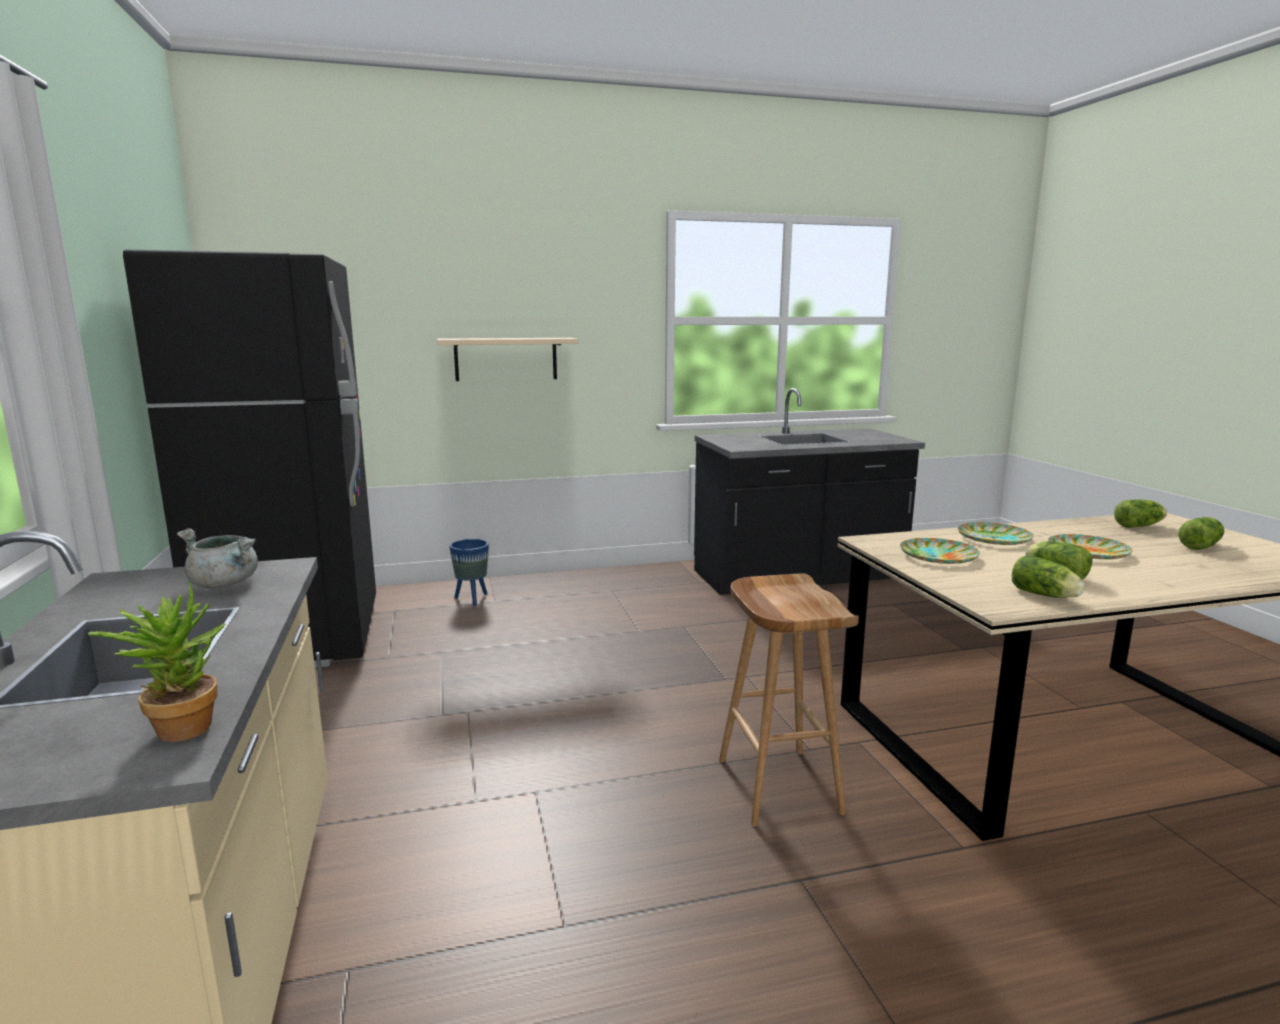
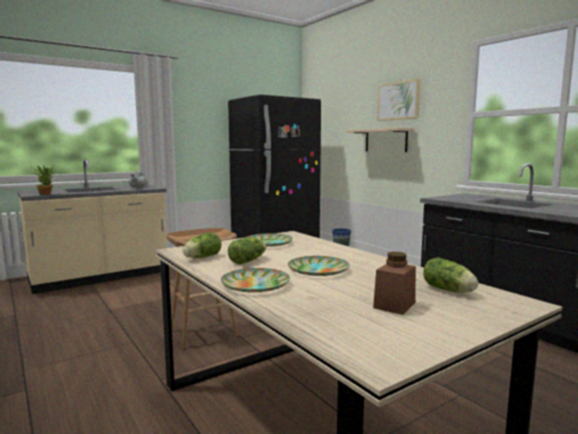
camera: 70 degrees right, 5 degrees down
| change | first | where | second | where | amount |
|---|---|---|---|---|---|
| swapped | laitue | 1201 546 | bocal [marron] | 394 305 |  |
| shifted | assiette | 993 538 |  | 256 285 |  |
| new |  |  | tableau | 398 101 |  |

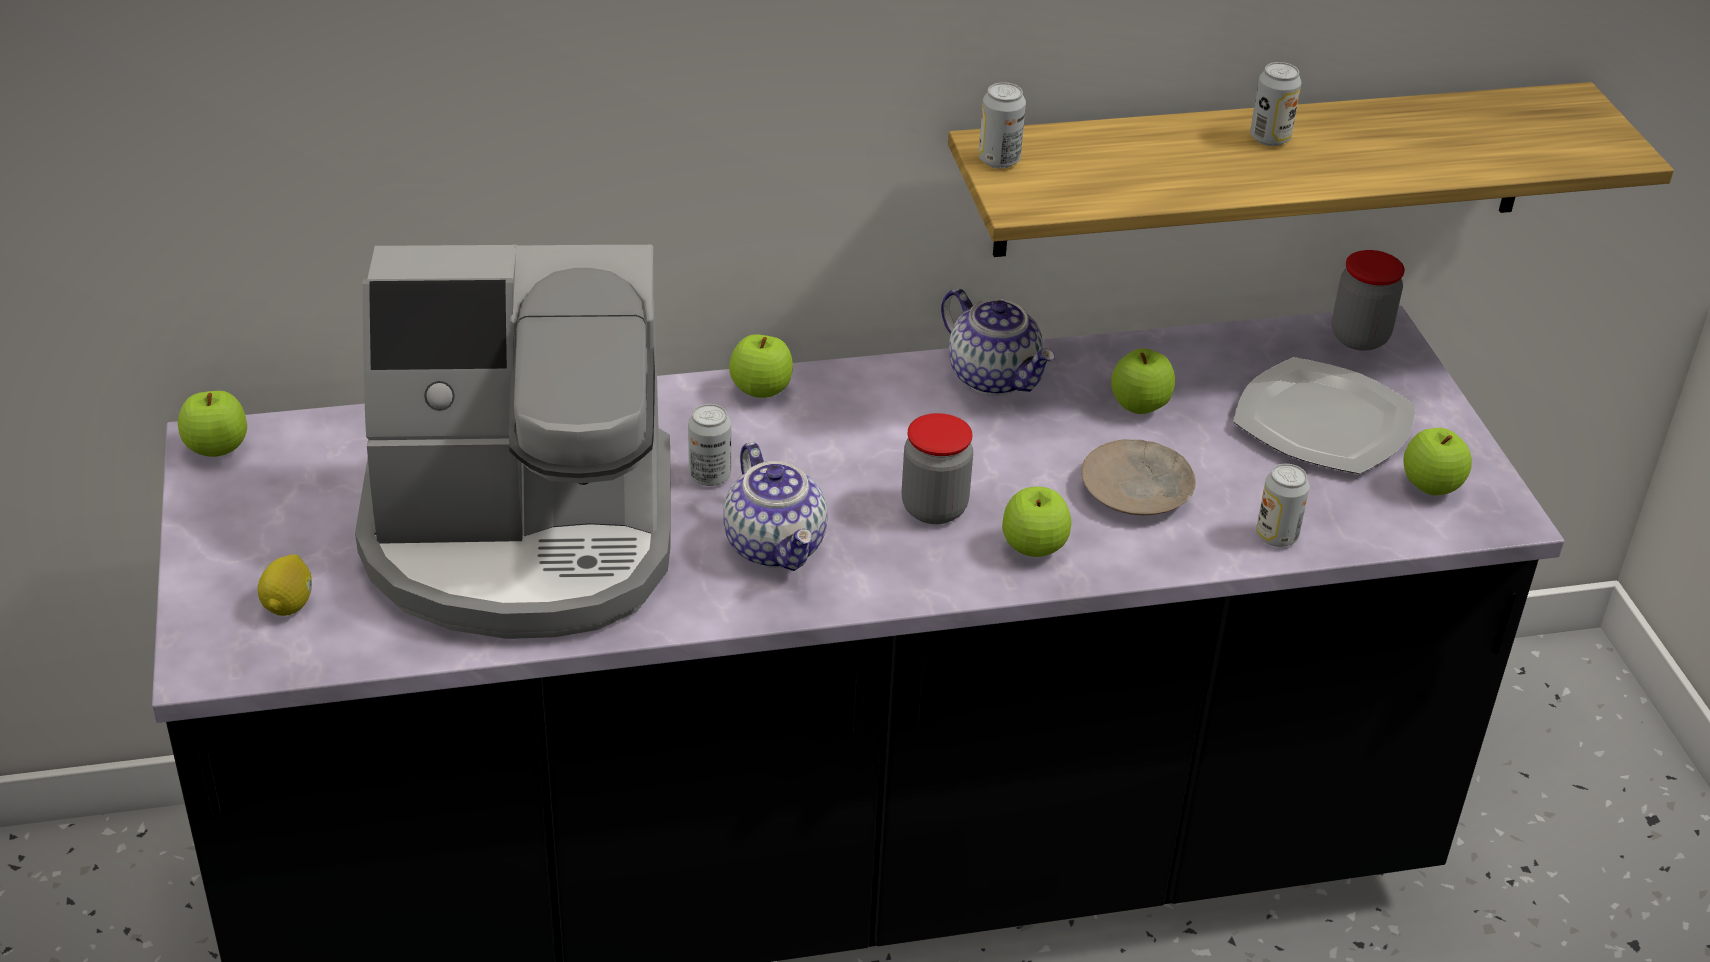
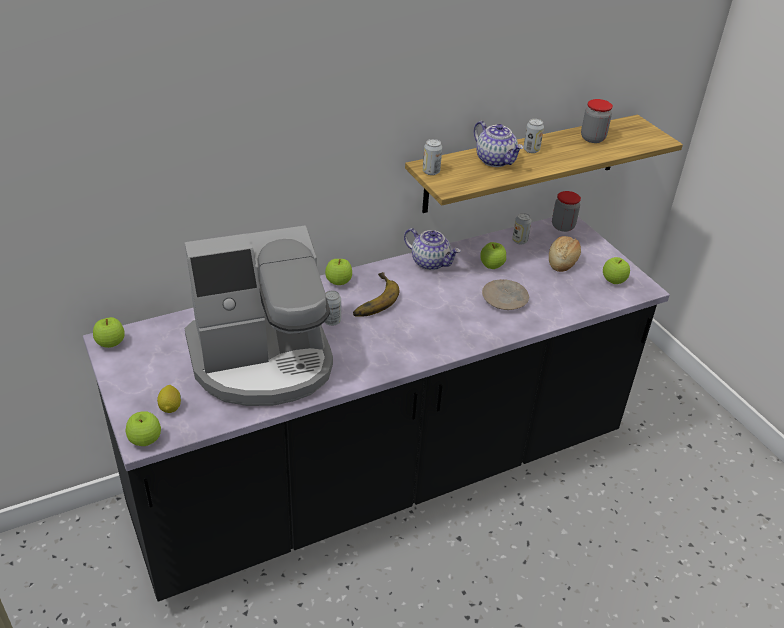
camera: 15 degrees left, 0 degrees up
| change | first | where | second | where | amount |
|---|---|---|---|---|---|
| swapped | assiette | 1322 421 | pain | 563 261 |  |
| shifted | bocal | 934 508 |  | 592 138 |  |
| shifted | théière | 776 546 |  | 495 160 |  |
| shifted | boîte métallique | 1276 536 |  | 519 241 |  |
| shifted | pomme | 1034 548 |  | 145 440 |  |
| new |  |  | banane | 371 299 |  |

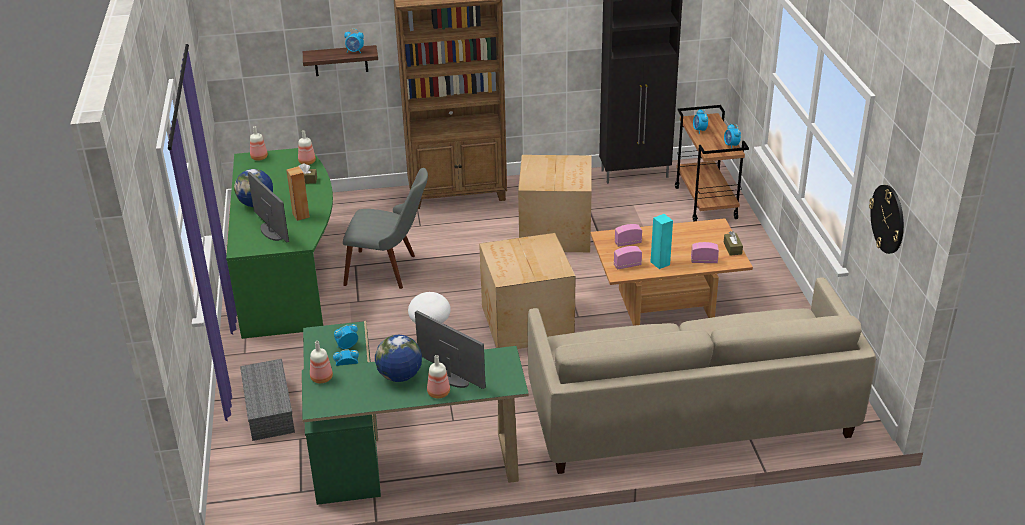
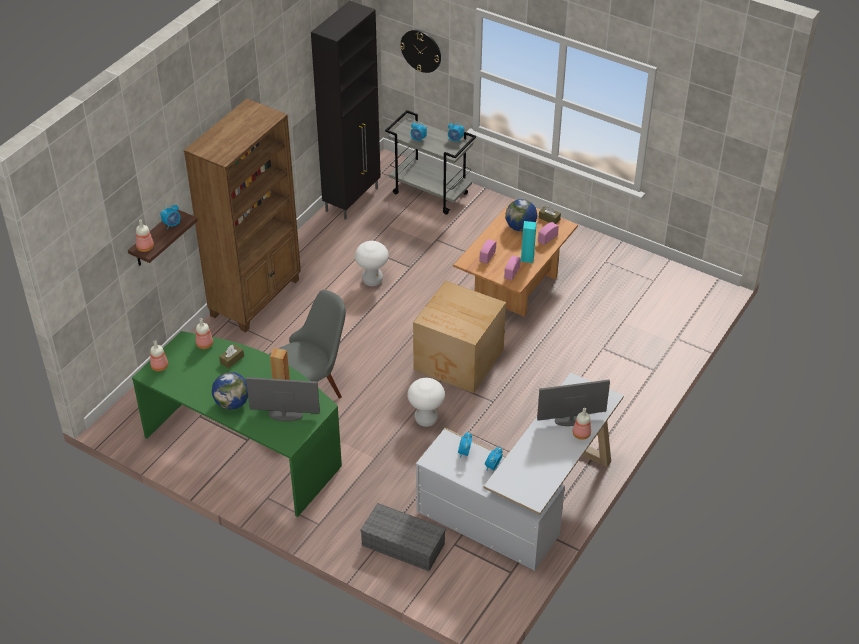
camera: 50 degrees left, 10 degrees up
| change | first | where | second | where | amount |
|---|---|---|---|---|---|
| repainted | chariot [marron] | 706 203 | chariot [gris] | 431 193 |  |
| swapped | carton | 556 232 | tabouret [blanc] | 372 280 |  |
| shifted | horloge murale | 888 219 |  | 421 50 |  |
| gone | canapé [beige] | 689 414 |  |  |  |
| repainted | bureau [vert] | 397 454 | bureau [blanc] | 524 503 |  |
| shifted | globe | 400 376 |  | 520 227 |  |
| shifted | bouteille | 321 378 |  | 145 248 |  |

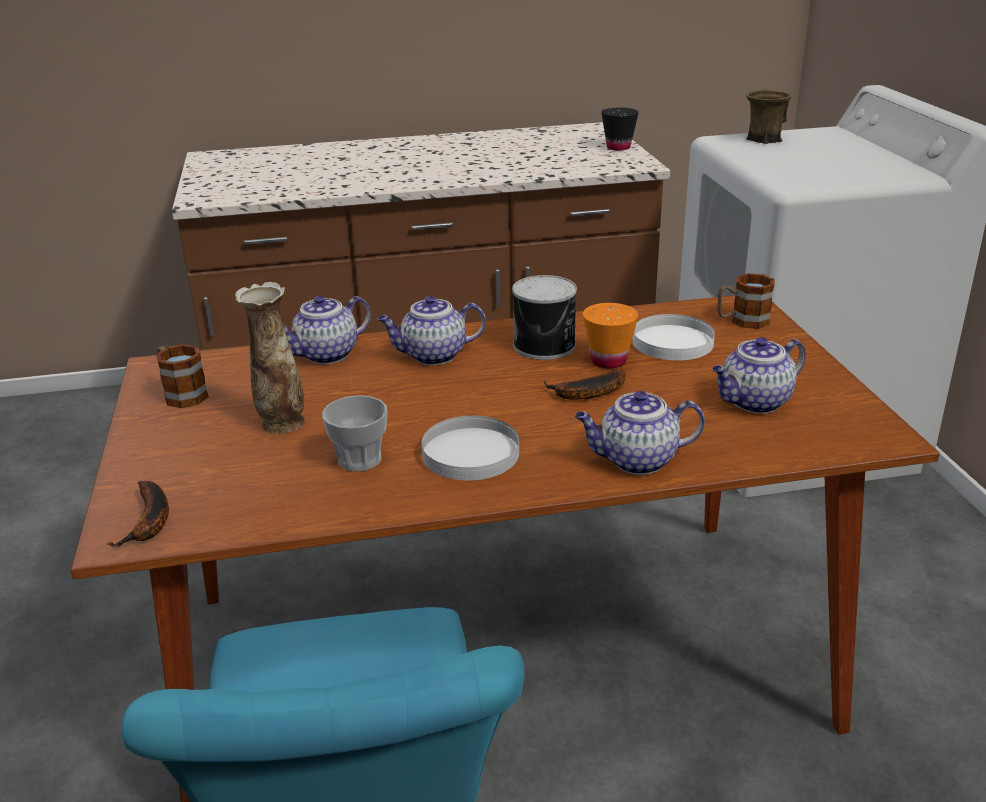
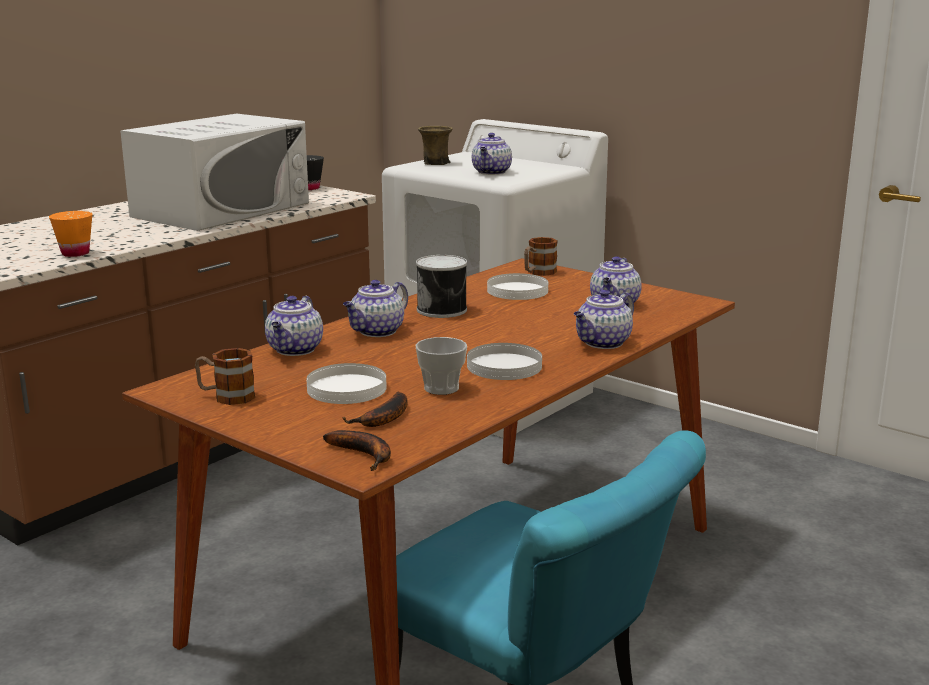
camera: 40 degrees left, 10 degrees down
| change | first | where | second | where | amount |
|---|---|---|---|---|---|
| swapped | vase | 281 423 | assiette [blanc] | 346 388 |  |
| shifted | tasse [orange] | 608 361 |  | 75 253 |  |
| shifted | banane | 586 393 |  | 383 419 |  |
| new |  |  | micro-ondes [blanc] | 222 210 |  |
| new |  |  | théière | 491 172 |  |

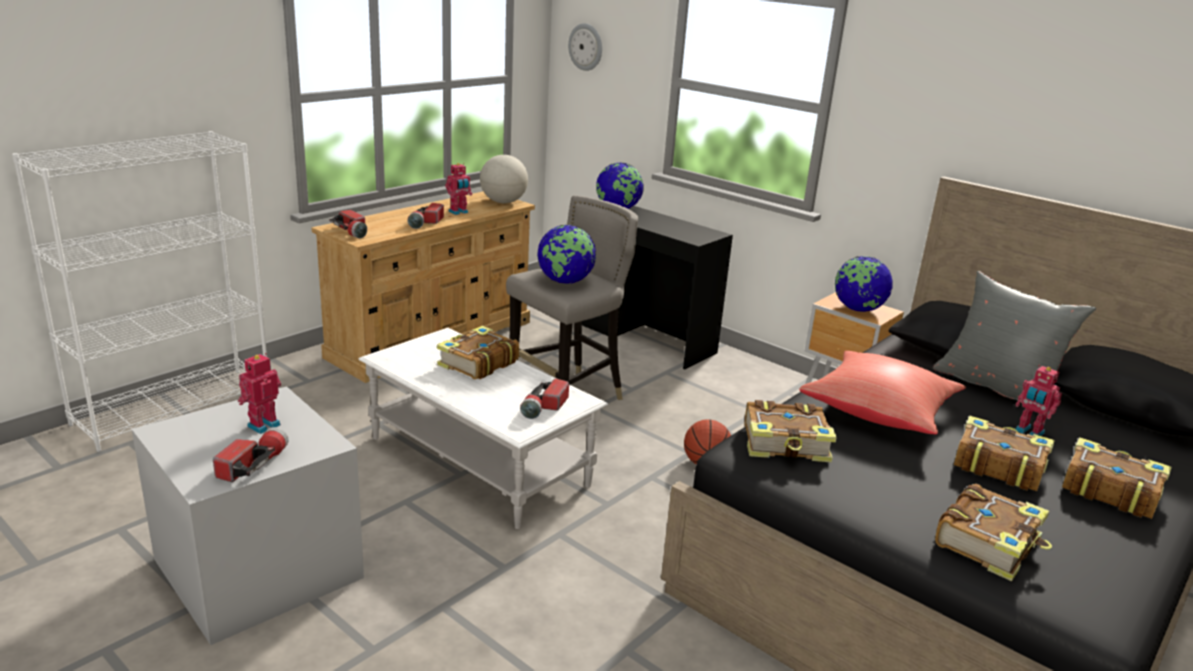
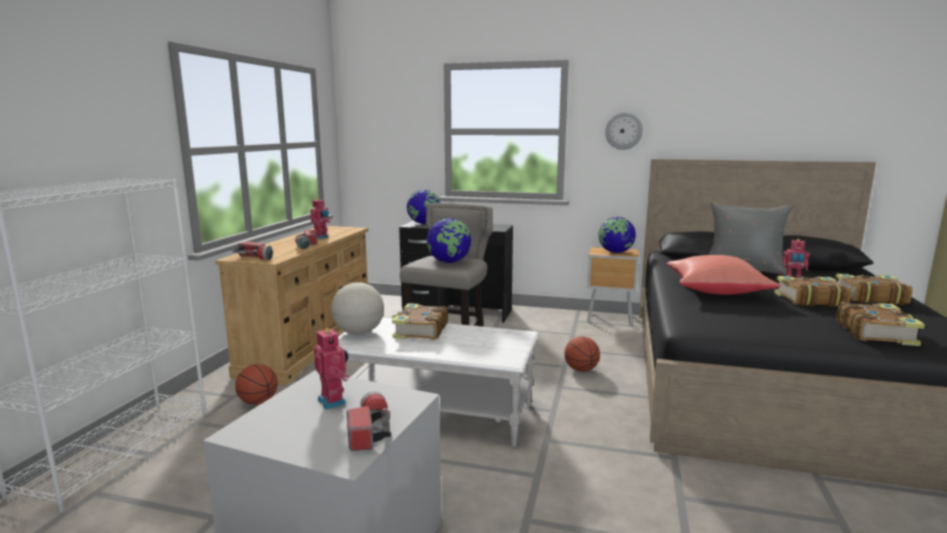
camera: 25 degrees left, 10 degrees down
| change | first | where | second | where | amount |
|---|---|---|---|---|---|
| shifted | horloge murale | 586 47 |  | 623 131 |  |
| shifted | globe | 503 202 |  | 359 332 |  |
| rotated | robot jouet | 262 425 |  | 334 401 | 135 degrees clockwise |
| gone | lampe de poche | 544 407 |  |  |  |
| gone | livre | 786 444 |  |  |  |
| new |  |  | ballon de basket | 258 402 |  |

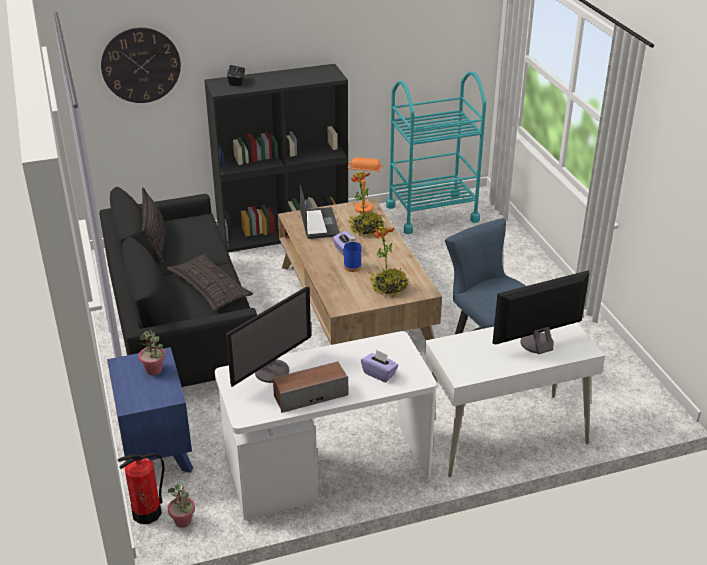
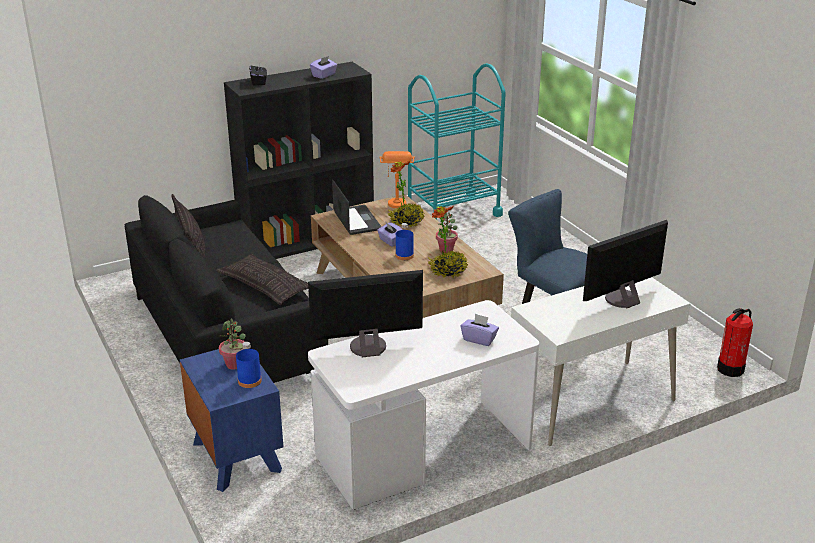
camera: 10 degrees left, 5 degrees down
| change | first | where | second | where | amount |
|---|---|---|---|---|---|
| gone | horloge murale | 141 65 |  |  |  |
| rotated | écran d'ordinateur | 271 370 |  | 367 347 | 135 degrees counterclockwise |
| gone | enceinte | 310 395 |  |  |  |
| shifted | extincteur | 147 513 |  | 731 369 |  |
| shifted | plante en pot | 183 521 |  | 446 250 |  |
| new |  |  | boîte à mouchoirs [violet] | 324 75 |  |
| new |  |  | bouteille [bleu] | 249 381 |  |

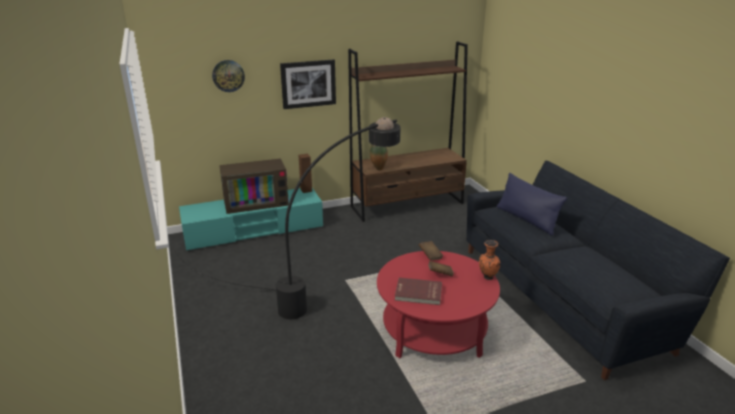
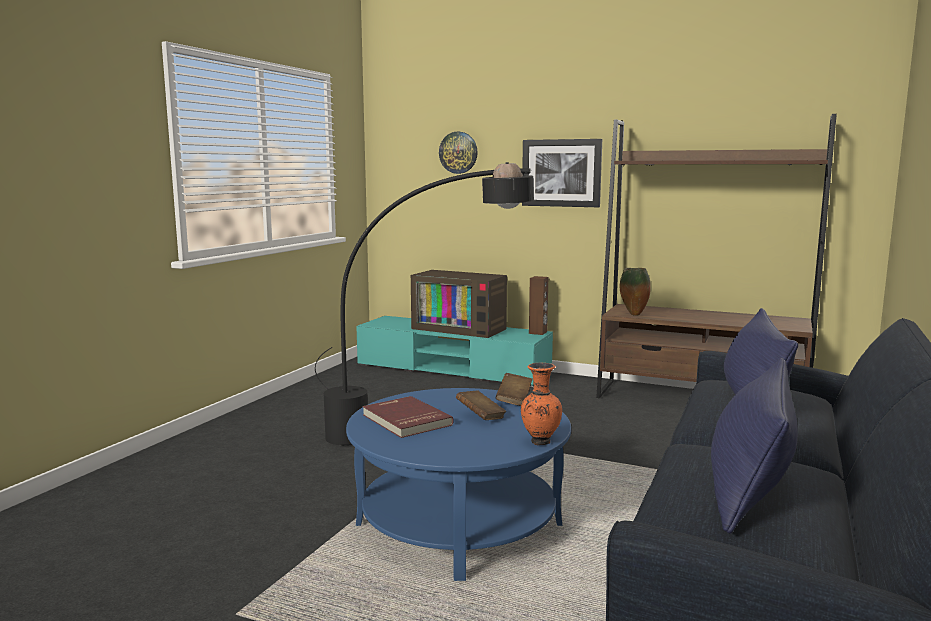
camera: 45 degrees right, 15 degrees down
| change | first | where | second | where | amount |
|---|---|---|---|---|---|
| repainted | table basse [rouge] | 434 330 | table basse [bleu] | 459 524 |  |
| new |  |  | coussin [bleu] | 749 487 |  |

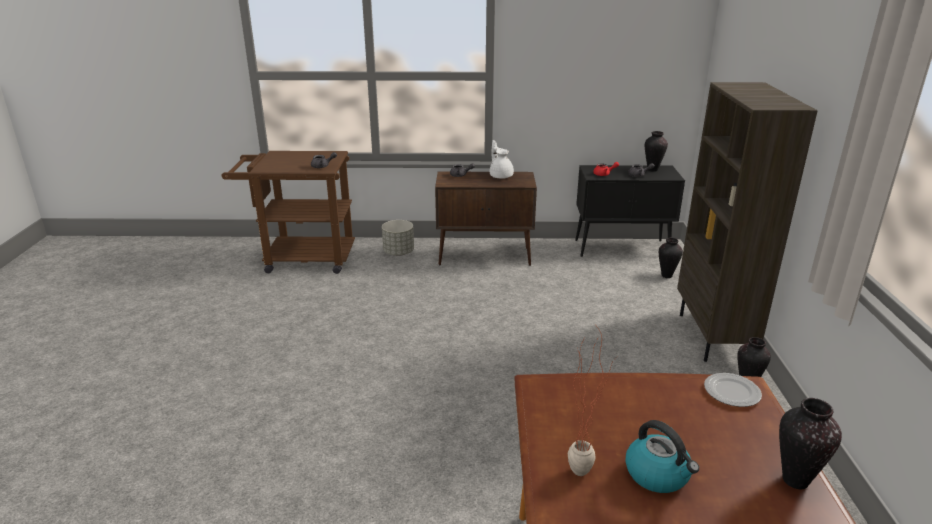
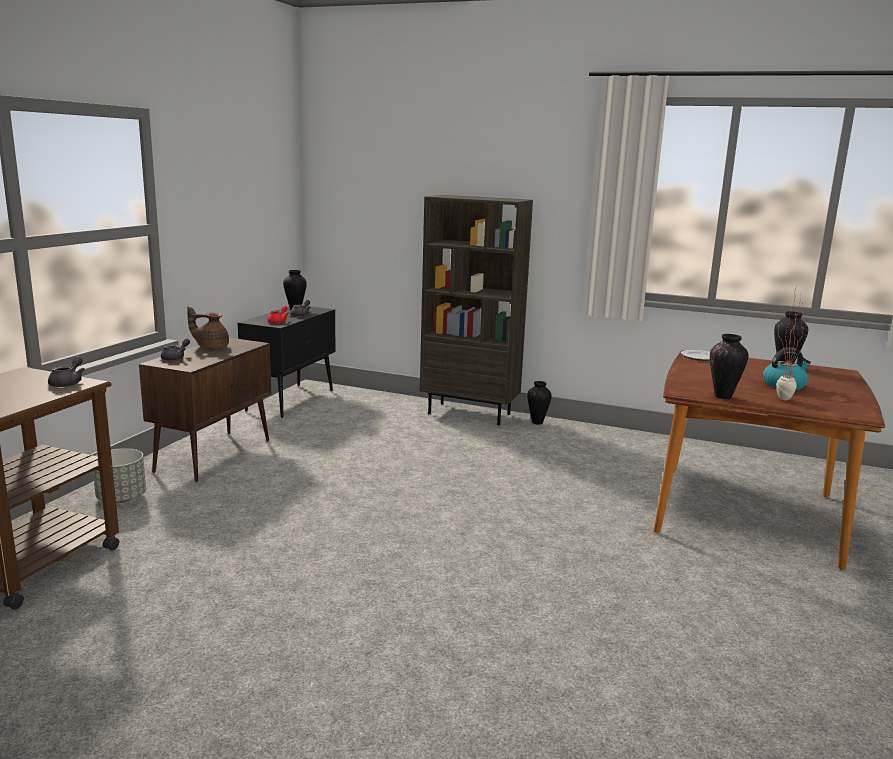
camera: 70 degrees left, 10 degrees down
| change | first | where | second | where | amount |
|---|---|---|---|---|---|
| repainted | théière [blanc] | 500 176 | théière [marron] | 211 346 |  |
| shifted | vase | 666 276 |  | 723 397 |  |

